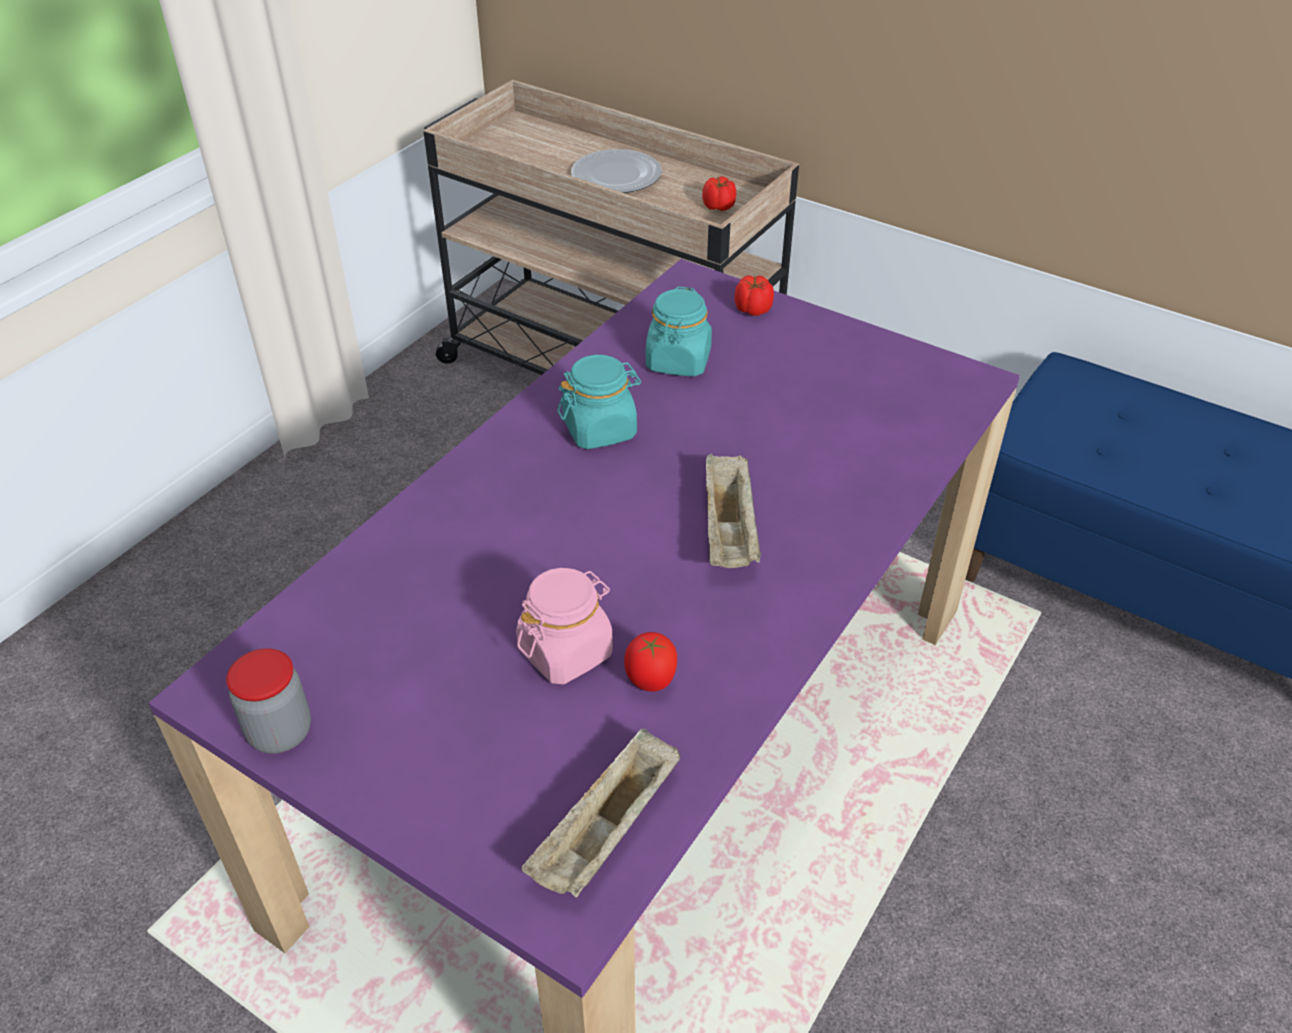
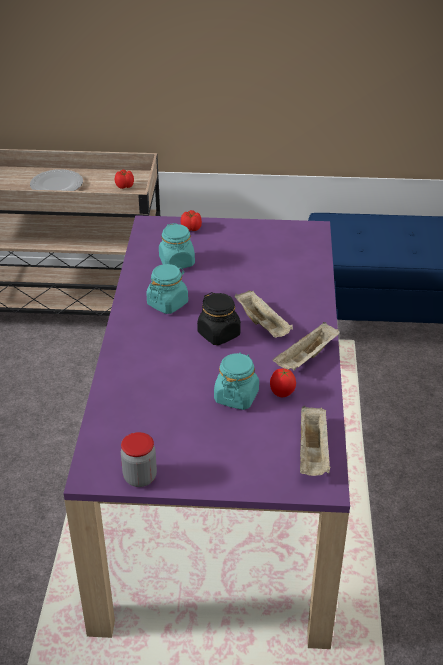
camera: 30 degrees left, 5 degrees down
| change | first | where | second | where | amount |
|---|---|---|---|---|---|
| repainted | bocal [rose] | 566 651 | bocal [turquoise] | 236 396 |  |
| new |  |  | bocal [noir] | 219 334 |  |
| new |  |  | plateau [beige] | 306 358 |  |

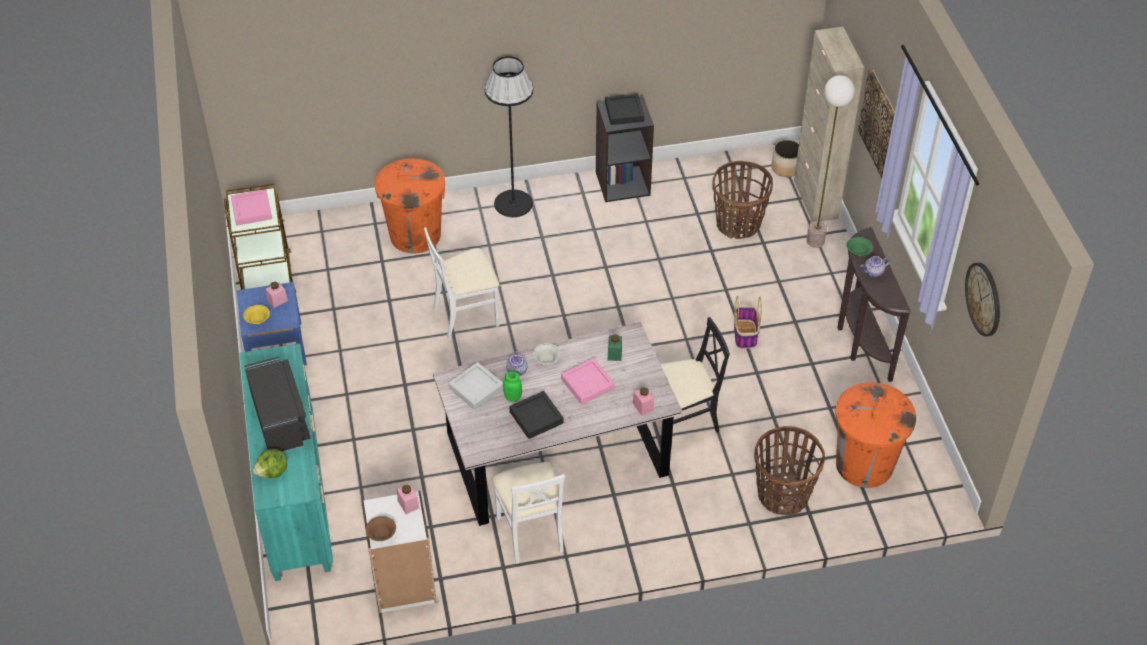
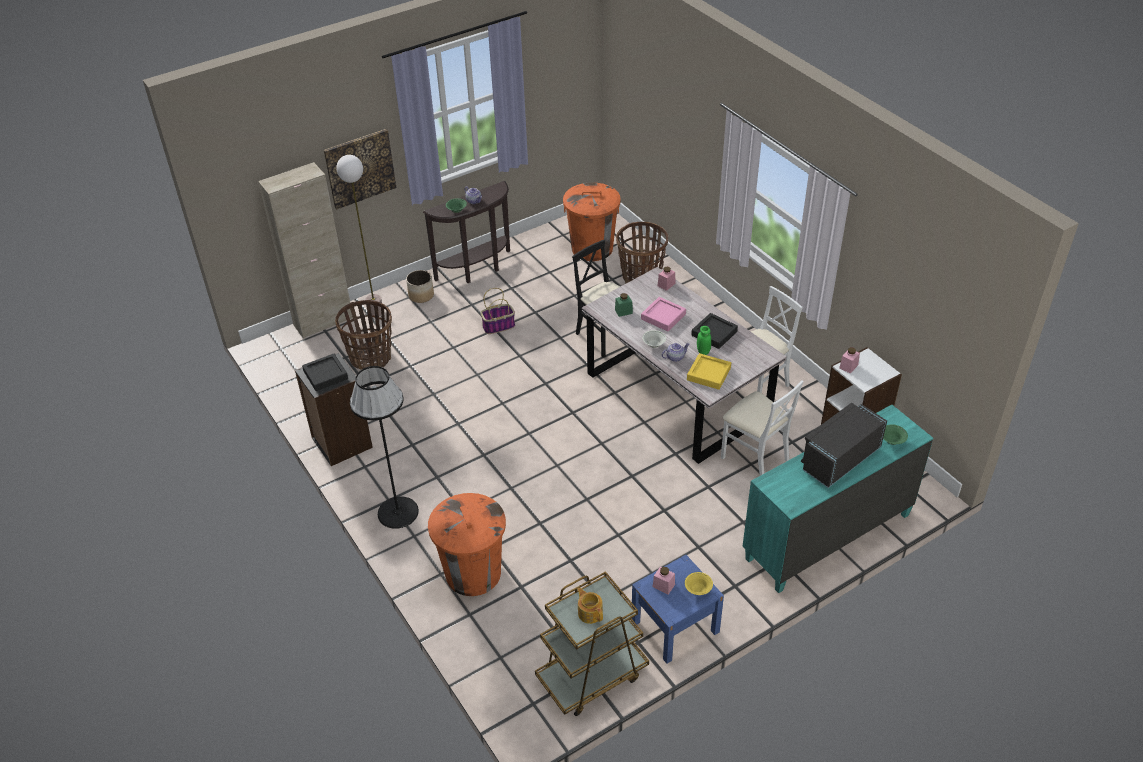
camera: 110 degrees left, 5 degrees down
| change | first | where | second | where | amount |
|---|---|---|---|---|---|
| shifted | cache-pot | 785 168 |  | 421 295 |  |
| swapped | plateau [rose] | 252 210 | théière | 590 612 |  |
| shifted | chaise [blanc] | 466 315 |  | 754 457 |  |
| gone | horloge murale | 984 299 |  |  |  |
| repainted | plateau [gris] | 476 388 | plateau [jaune] | 708 374 |  |
| swapped | laitue | 273 472 | bol [vert] | 892 441 |  |
| gone | bol [marron] | 382 535 |  |  |  |

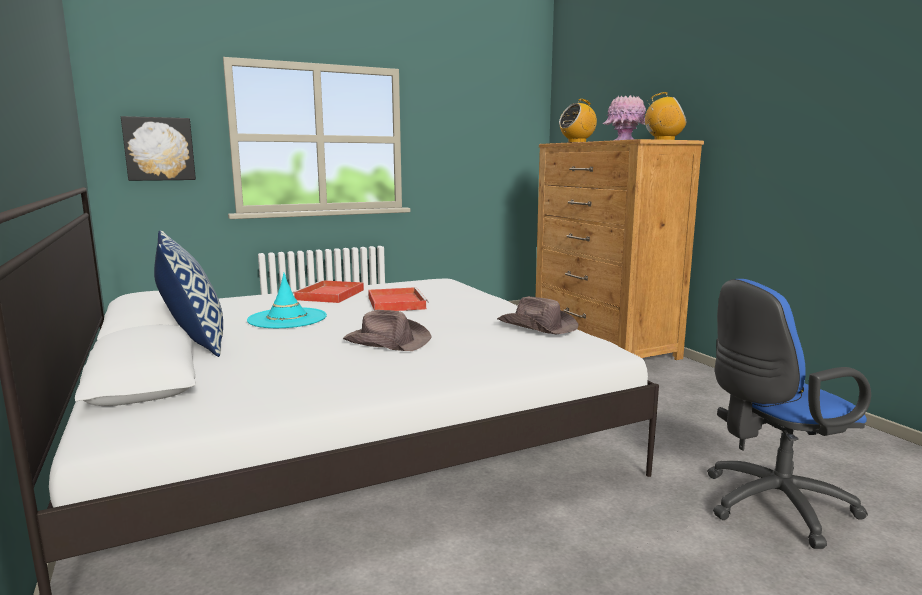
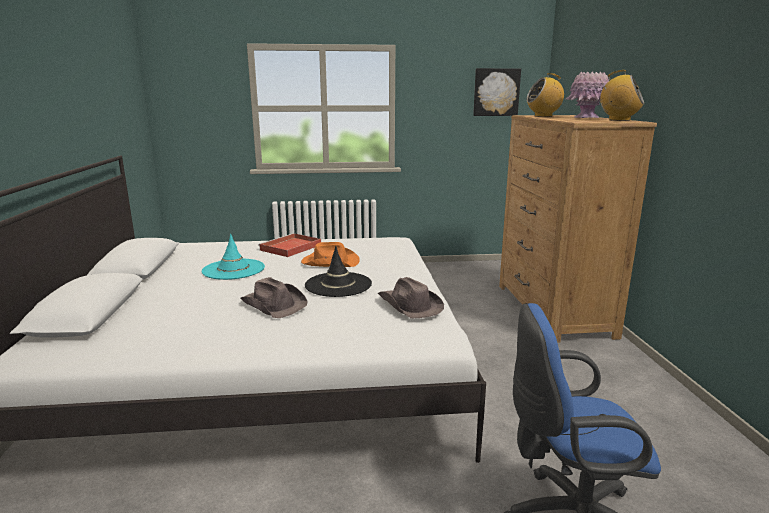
camera: 20 degrees right, 5 degrees up
| change | first | where | second | where | amount |
|---|---|---|---|---|---|
| shifted | tableau | 159 149 |  | 496 92 |  |
| gone | coussin | 194 342 |  |  |  |
| swapped | plateau [rouge] | 396 303 | chapeau [orange] | 330 262 |  |
| new |  |  | chapeau [noir] | 338 285 |  |

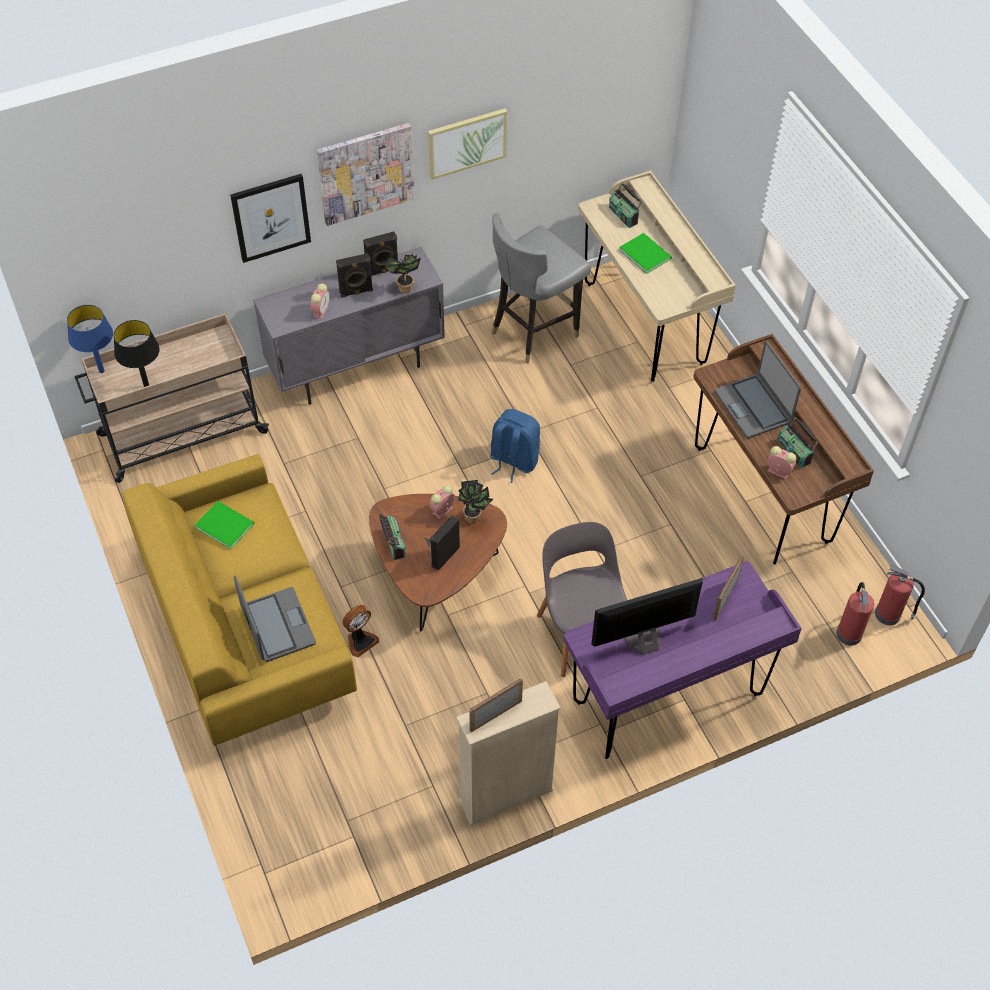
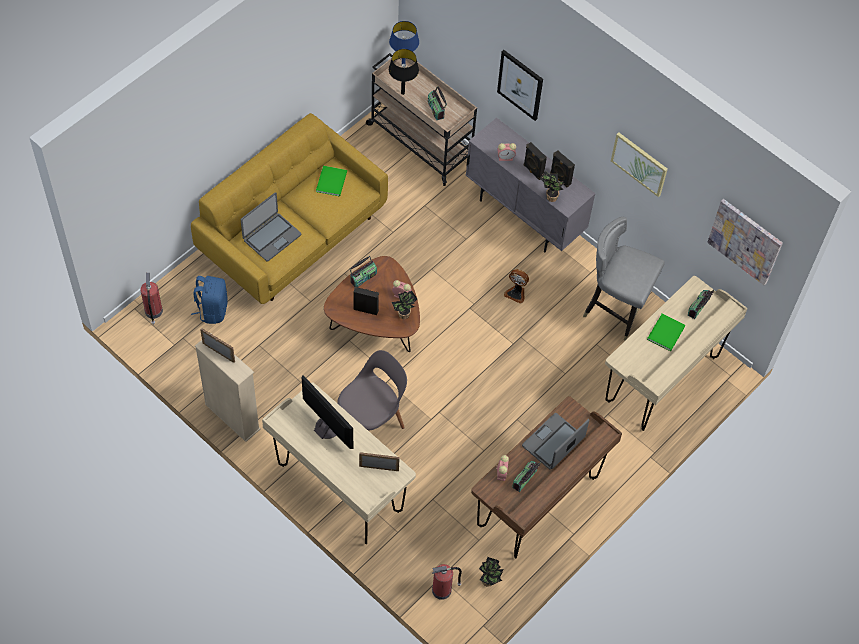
camera: 65 degrees right, 5 degrees up
| change | first | where | second | where | amount |
|---|---|---|---|---|---|
| shifted | tableau | 366 173 |  | 745 241 |  |
| shifted | sac à dos [bleu] | 513 461 |  | 212 310 |  |
| repainted | bureau [violet] | 667 700 | bureau [beige] | 339 489 |  |
| shifted | extincteur | 889 614 |  | 153 312 |  |
| shifted | ventilateur | 360 641 |  | 516 293 |  |
| new |  |  | radio | 436 109 |  |
| new |  |  | plante en pot | 489 582 |  |

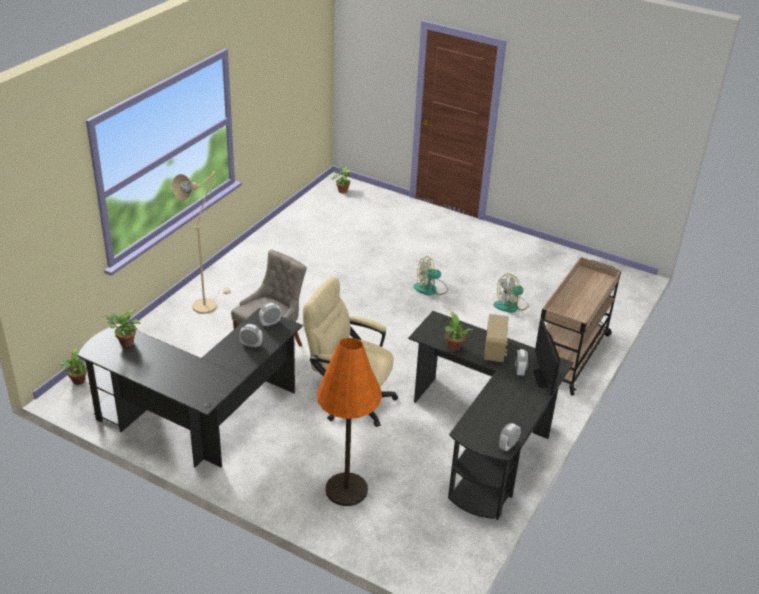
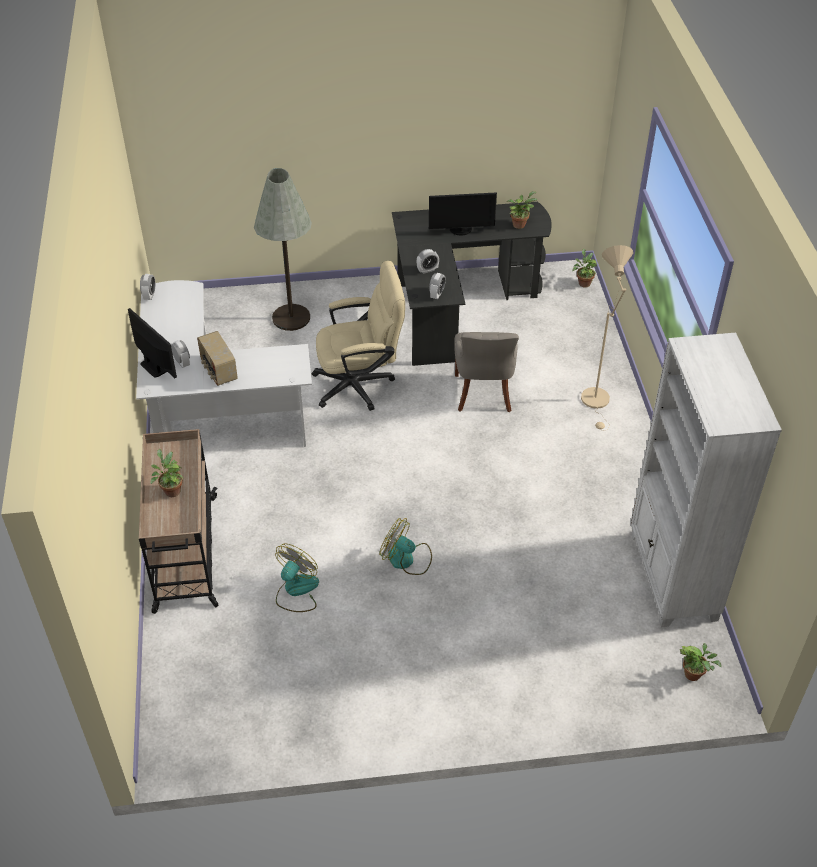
camera: 145 degrees right, 10 degrees up
| change | first | where | second | where | amount |
|---|---|---|---|---|---|
| rotated | ventilateur | 430 289 |  | 407 559 | 105 degrees counterclockwise |
| repainted | bureau [noir] | 486 441 | bureau [blanc] | 210 411 |  |
| shifted | plante en pot | 454 348 |  | 171 490 |  |
| repainted | lampadaire [orange] | 346 490 | lampadaire [gris] | 291 318 |  |
| new |  |  | écran d'ordinateur | 461 230 |  |
| new |  |  | bibliothèque [blanc] | 672 577 |  |

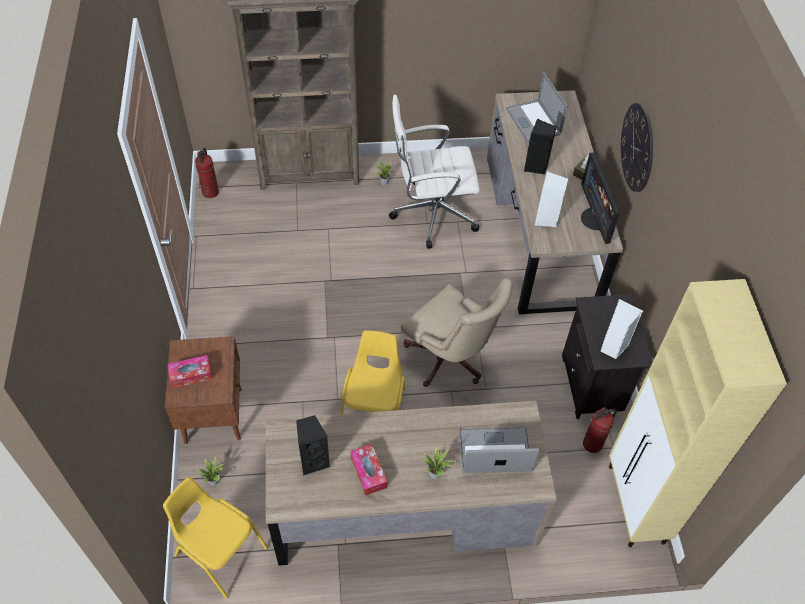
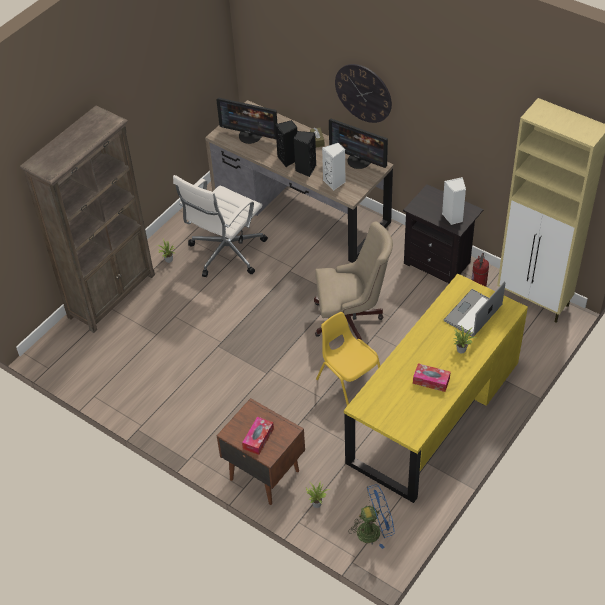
camera: 45 degrees left, 5 degrees down
| change | first | where | second | where | amount |
|---|---|---|---|---|---|
| swapped | ordinateur portable | 533 121 | écran d'ordinateur | 250 136 |  |
| gone | extincteur | 211 192 |  |  |  |
| repainted | bureau [marron] | 404 508 | bureau [jaune] | 434 412 |  |
| shifted | enceinte [noir] | 313 460 |  | 305 169 |  |
| swapped | chaise [jaune] | 220 551 | ventilateur [bleu] | 373 530 |  |

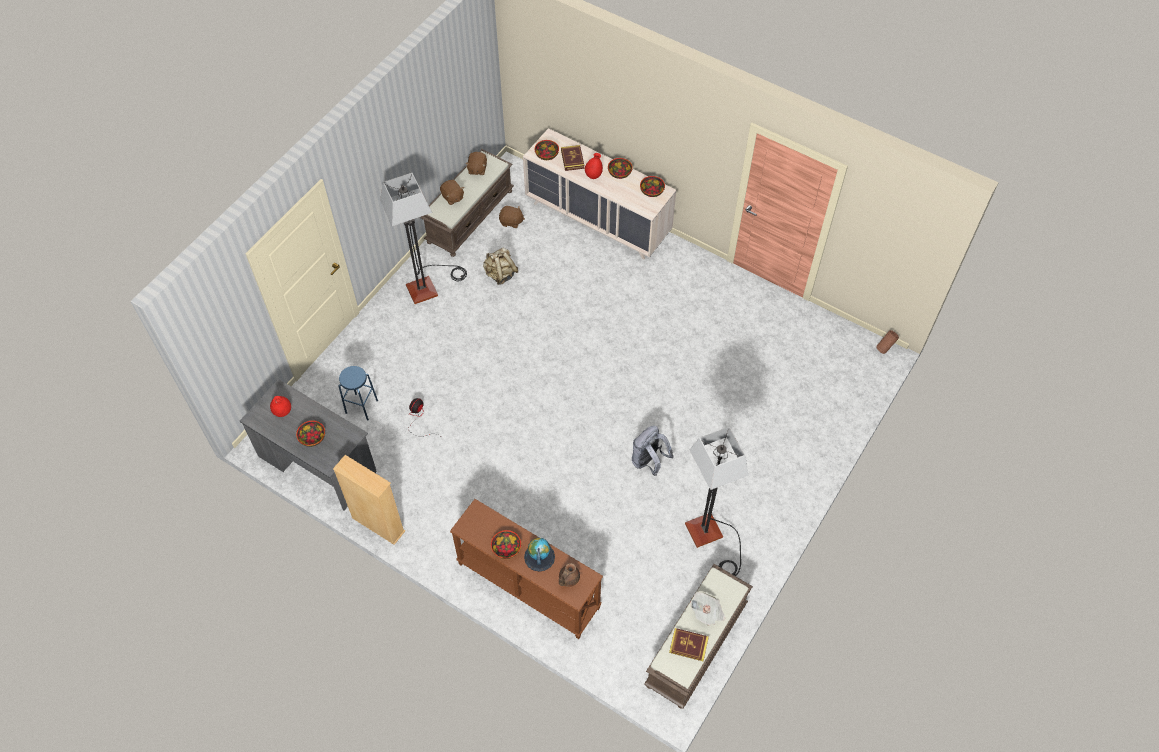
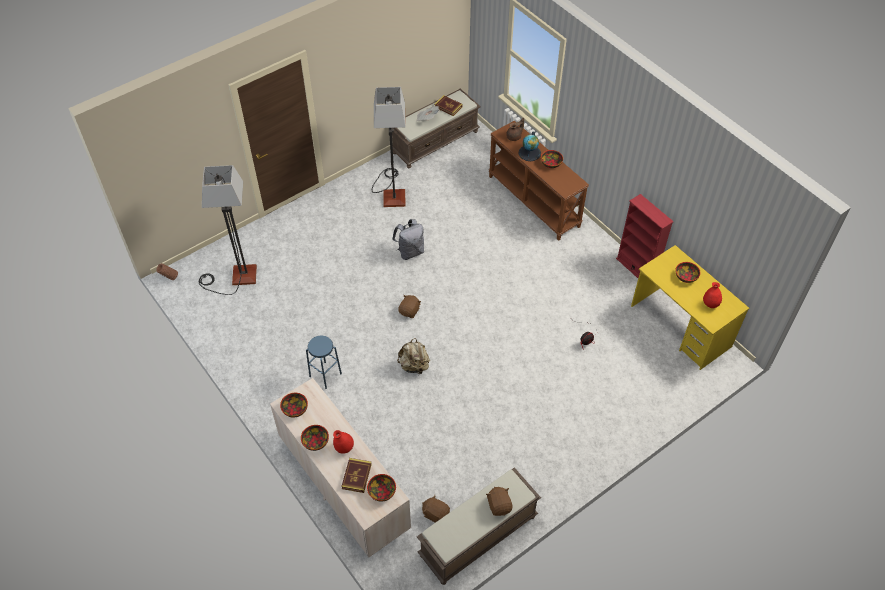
camera: 160 degrees left, 5 degrees down
| change | first | where | second | where | amount |
|---|---|---|---|---|---|
| shifted | peluche [marron] | 477 169 |  | 409 311 |  |
| shifted | lampadaire | 429 285 |  | 236 278 |  |
| shifted | sac à dos [beige] | 500 274 |  | 414 366 |  |
| shifted | tabouret [bleu] | 361 406 |  | 325 375 |  |
| repainted | bureau [gris] | 317 464 | bureau [jaune] | 680 326 |  |
| repainted | bibliothèque [beige] | 378 524 | bibliothèque [rouge] | 636 268 |  |

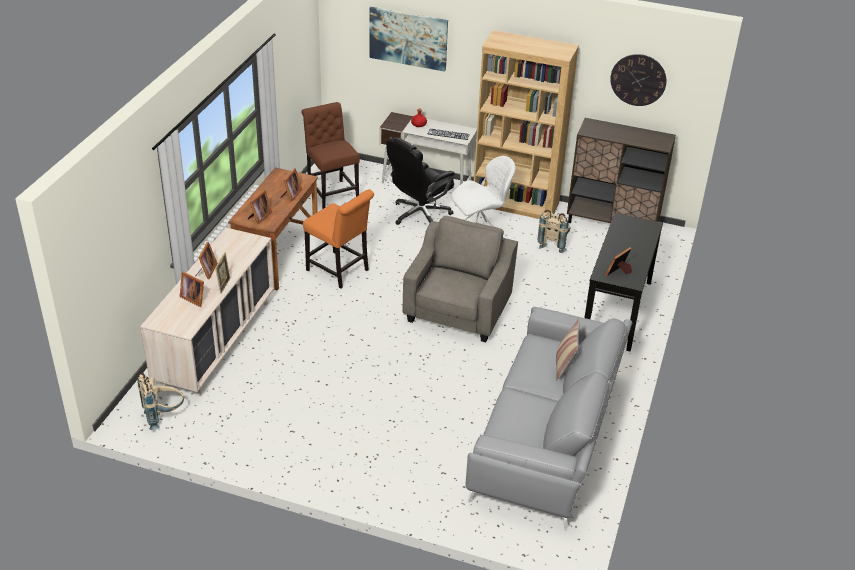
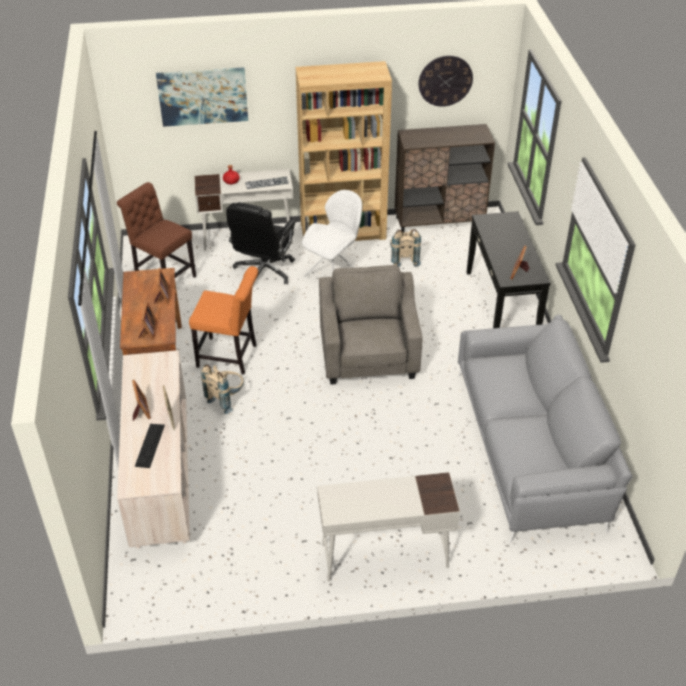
camera: 25 degrees left, 5 degrees up
| change | first | where | second | where | amount |
|---|---|---|---|---|---|
| swapped | cadre photo | 193 298 | clavier | 150 445 |  |
| gone | coussin | 564 366 |  |  |  |
| shifted | sac à dos [beige] | 164 416 |  | 226 399 |  |
| new |  |  | bureau [blanc] | 384 555 |  |

